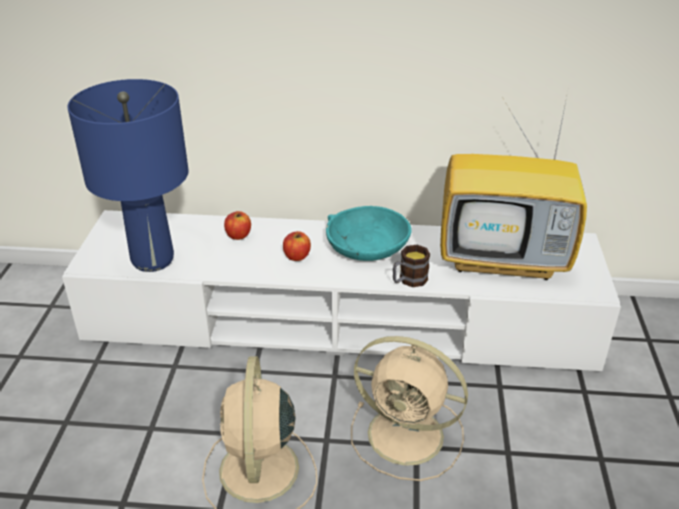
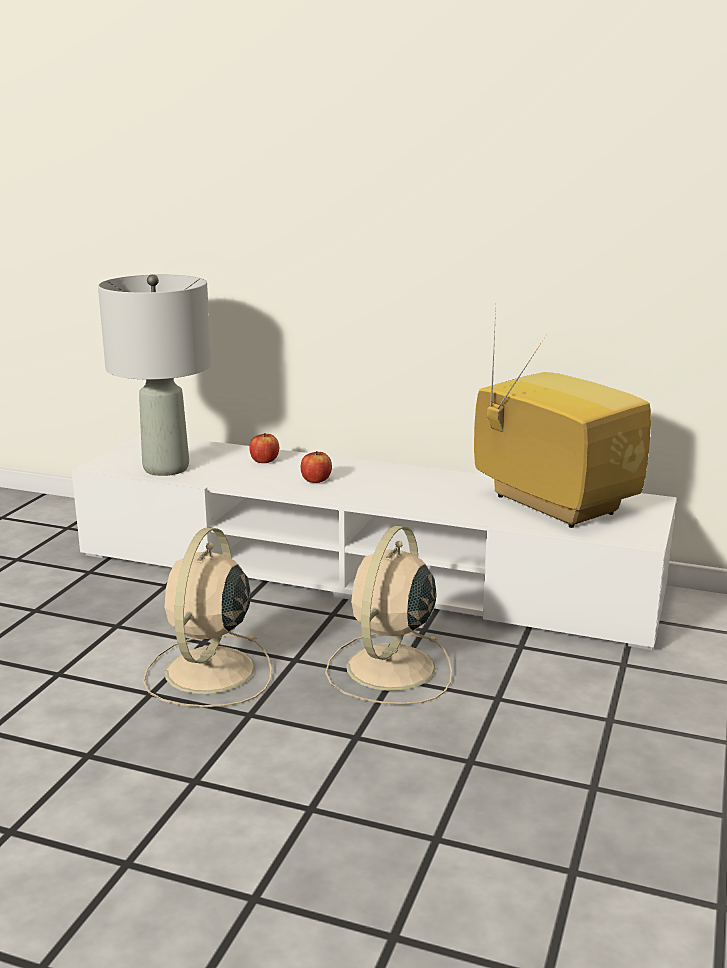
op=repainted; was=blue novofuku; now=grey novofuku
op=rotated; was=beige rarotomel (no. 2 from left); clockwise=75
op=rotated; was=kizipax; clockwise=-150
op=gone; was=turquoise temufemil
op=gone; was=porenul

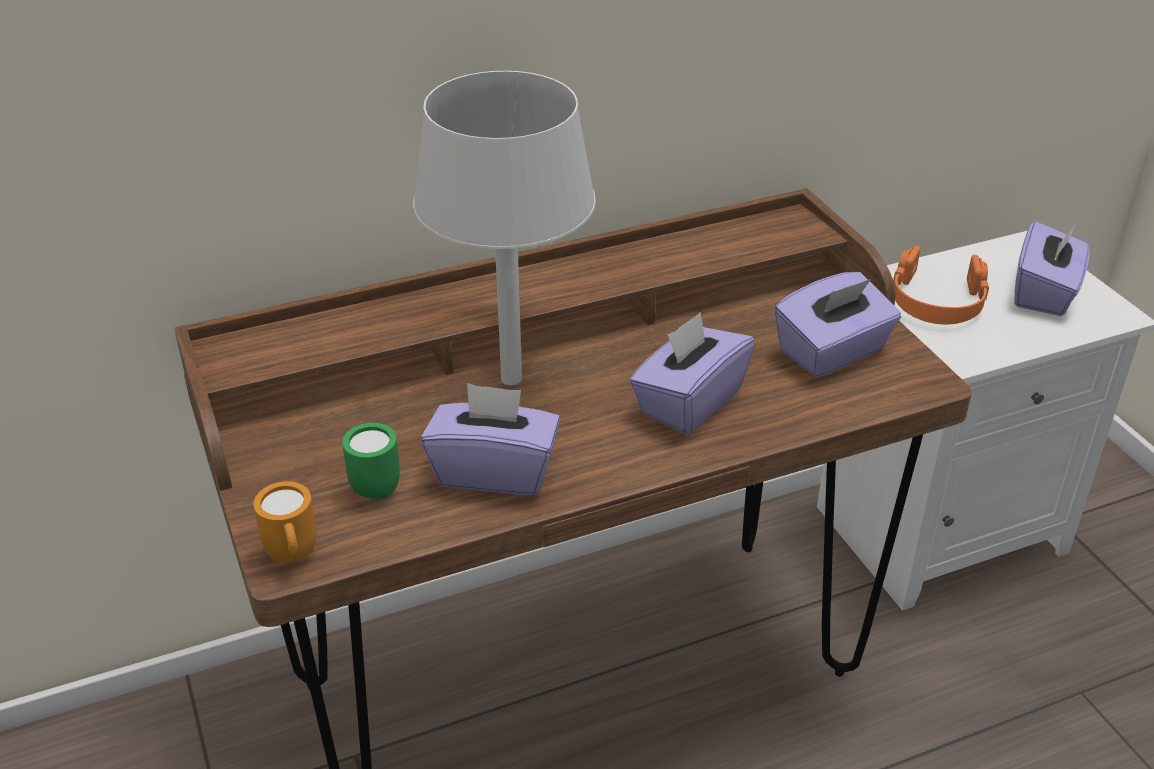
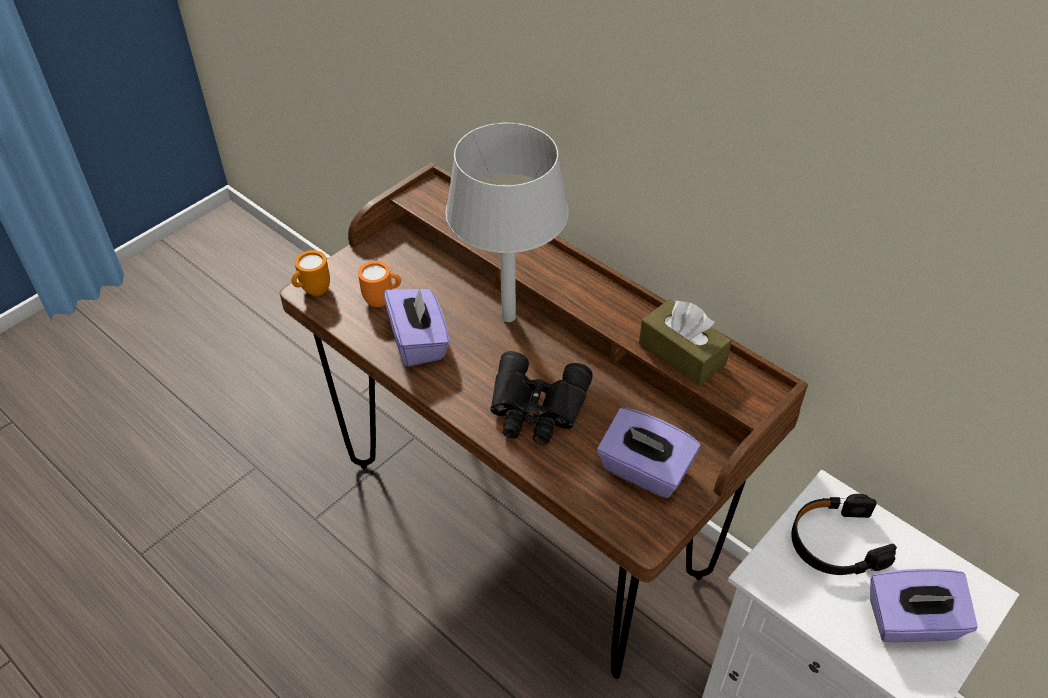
op=repainted; was=green porenul; now=orange porenul (no. 2 from left)
op=swapped; was=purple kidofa (no. 2 from left); now=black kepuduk
op=new; now=brown kidofa
op=repainted; was=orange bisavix; now=black bisavix

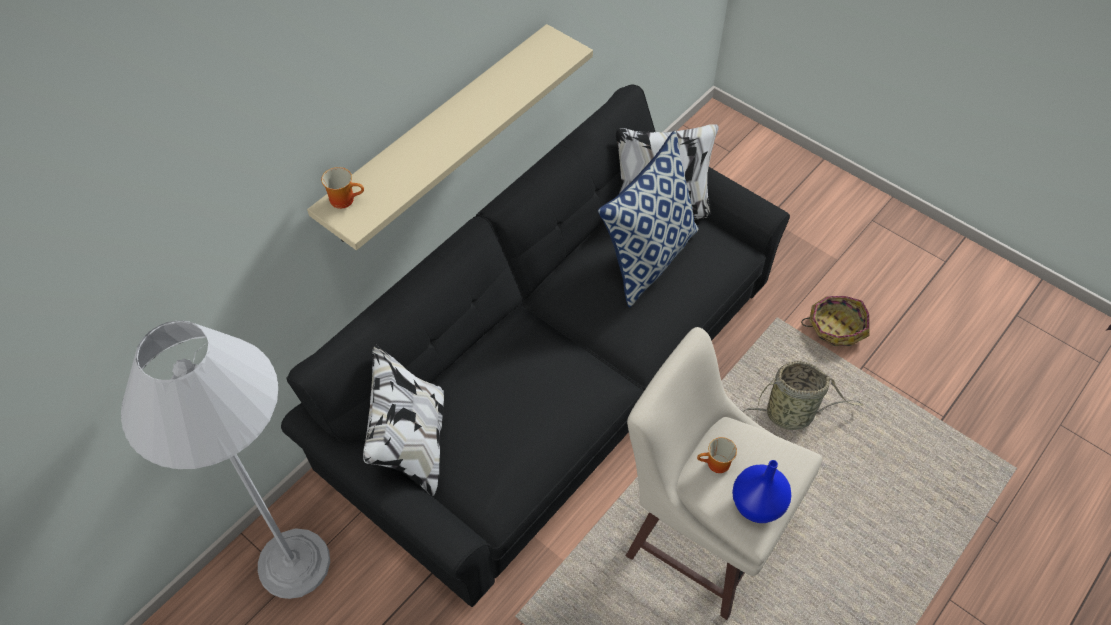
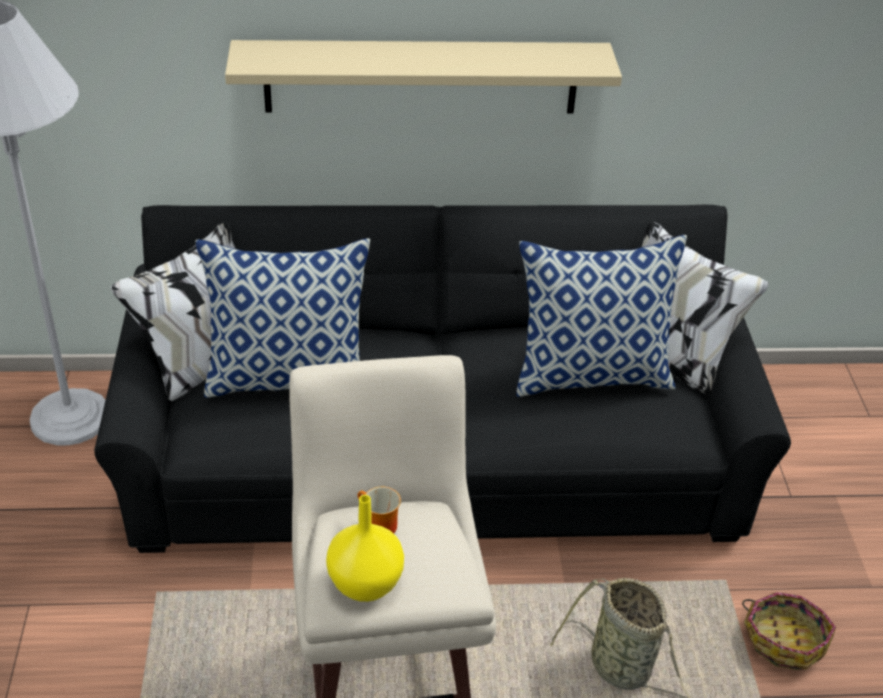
op=new; now=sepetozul (no. 1 from left)
op=repainted; was=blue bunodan; now=yellow bunodan
op=gone; was=porenul (no. 1 from left)

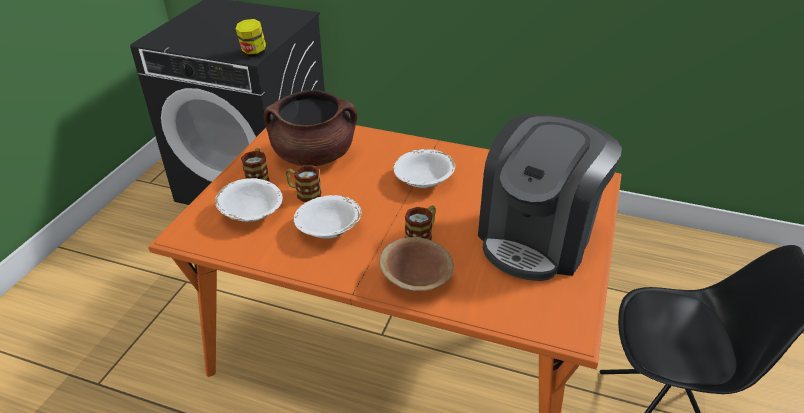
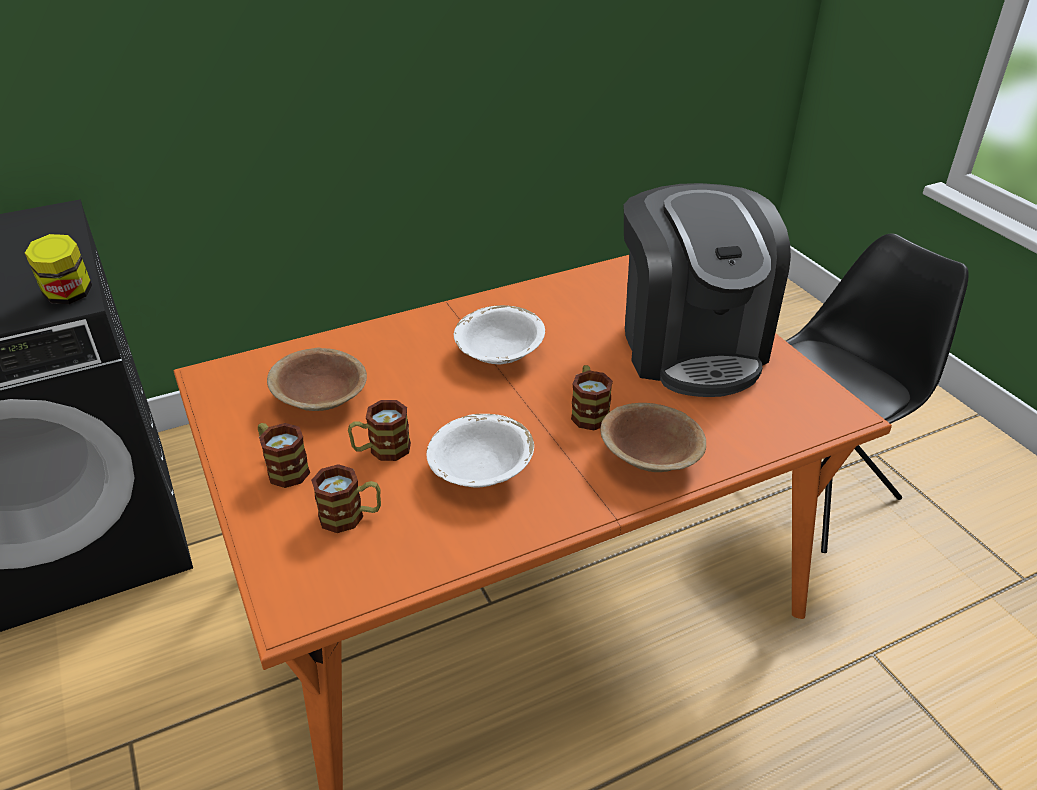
op=swapped; was=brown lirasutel; now=brown temufemil (no. 1 from left)
op=swapped; was=white temufemil (no. 1 from left); now=porenul (no. 2 from left)

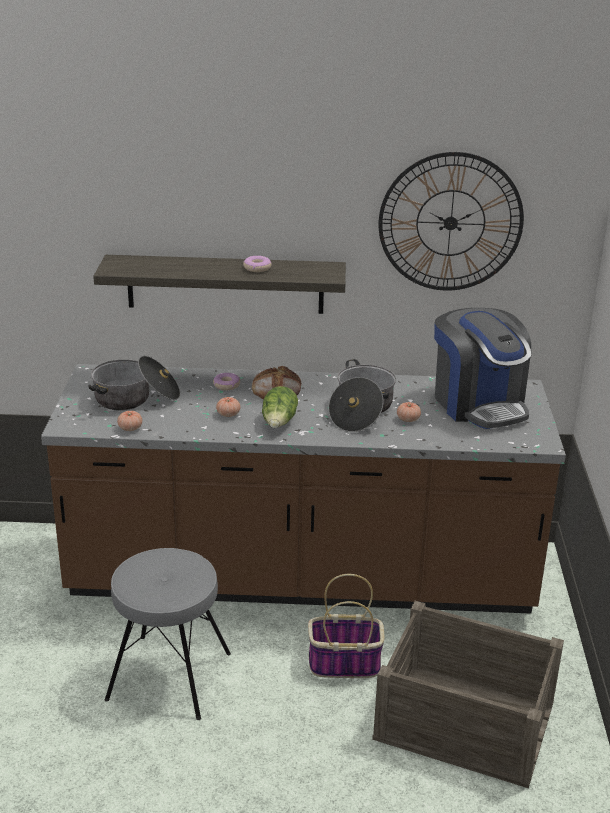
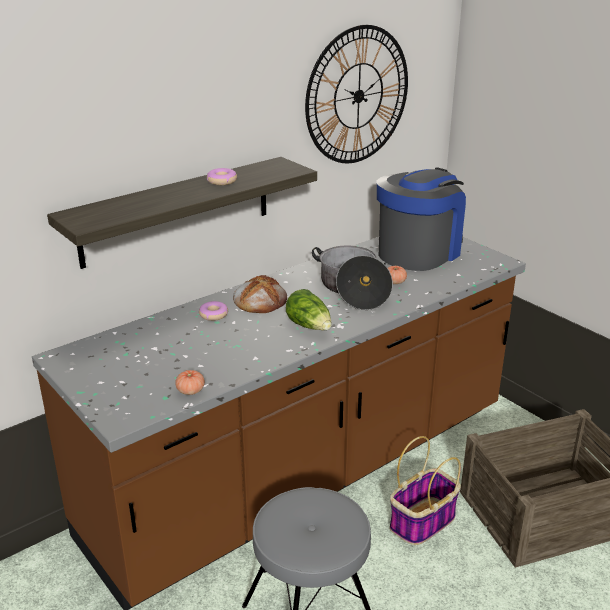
op=rotated; was=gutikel; clockwise=-75
op=gone; was=lirasutel (no. 1 from left)
op=gone; was=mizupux (no. 2 from left)

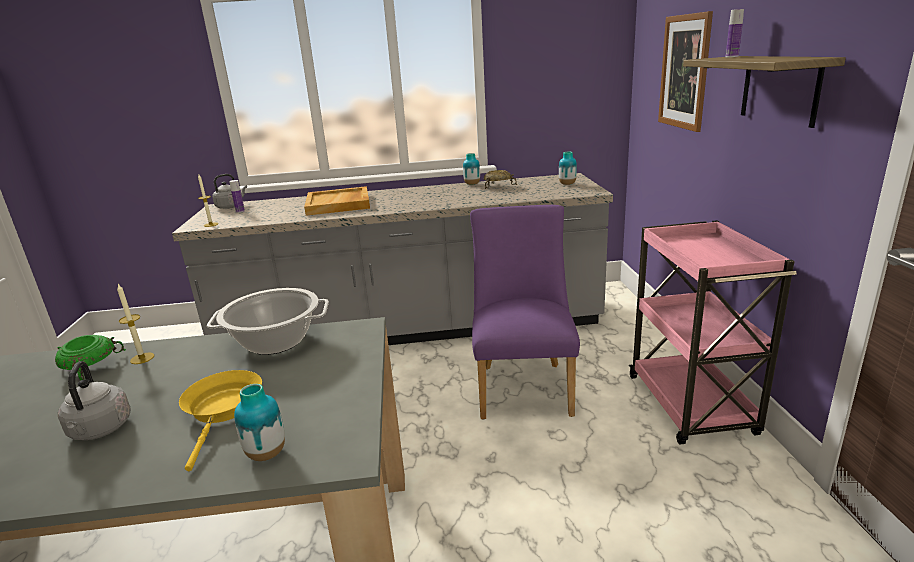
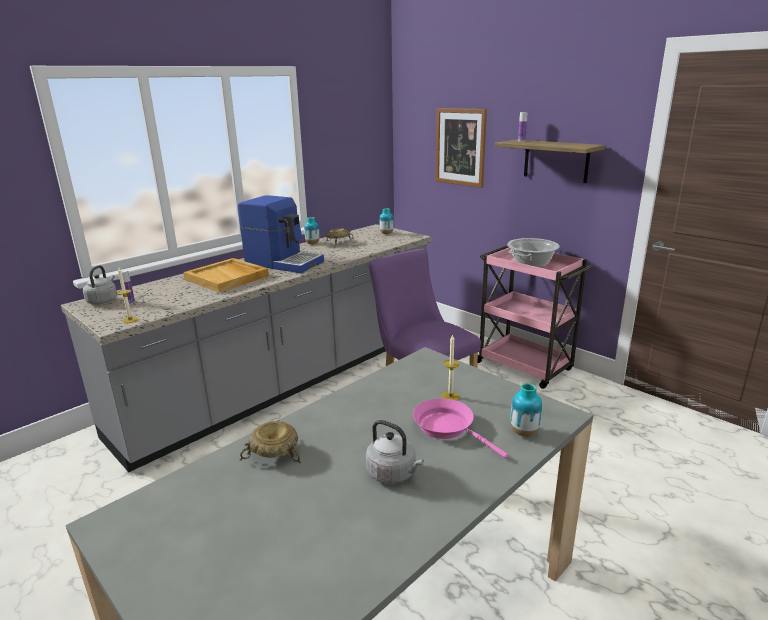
op=new; now=gutikel
op=repainted; was=green temufemil; now=beige temufemil (no. 1 from left)
op=repainted; was=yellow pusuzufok; now=pink pusuzufok
op=shifted; was=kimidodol (no. 1 from left in the first image); now=kimidodol (no. 2 from left)
op=shifted; was=lirasutel

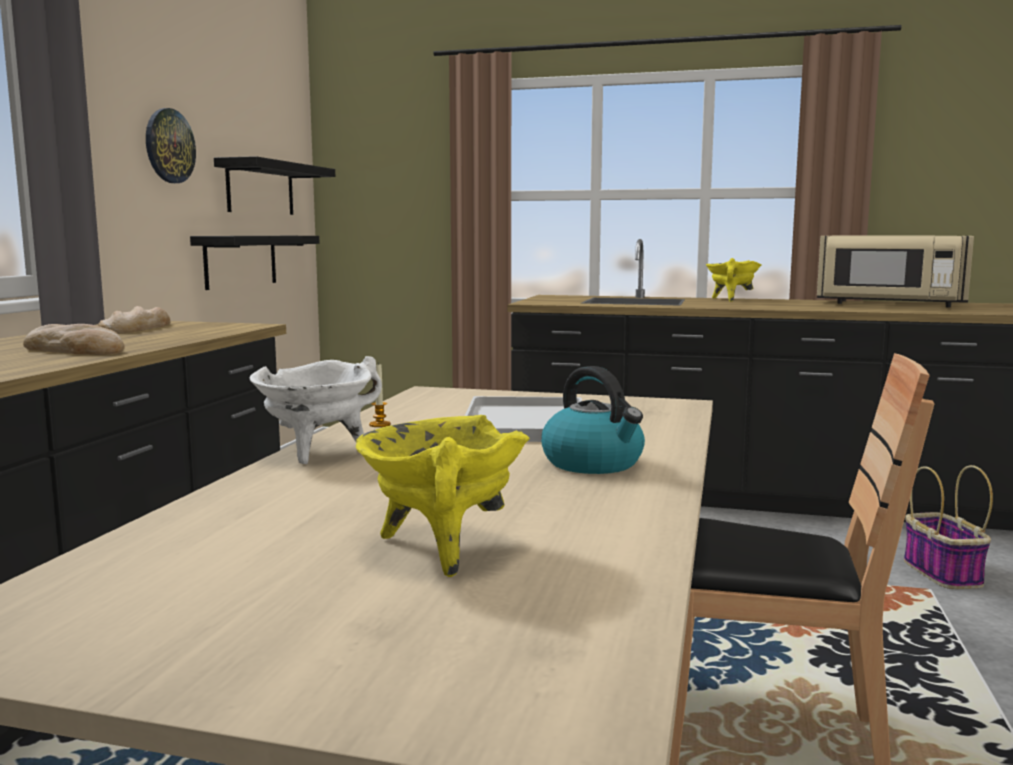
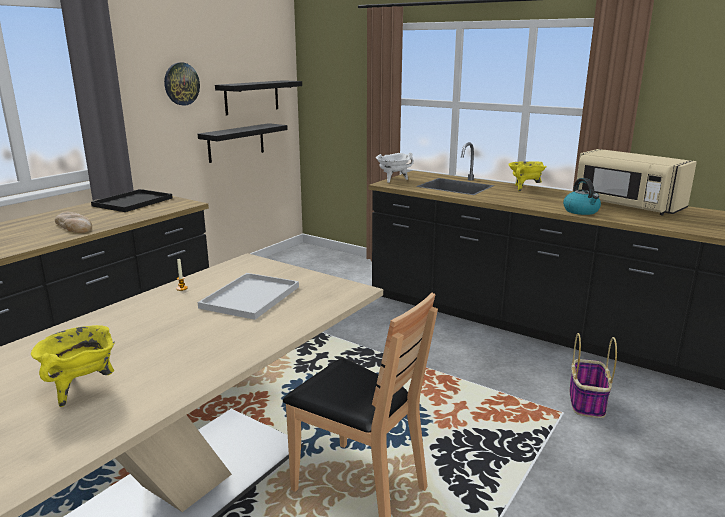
op=swapped; was=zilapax (no. 2 from left); now=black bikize
op=shifted; was=white lirasutel
op=shifted; was=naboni

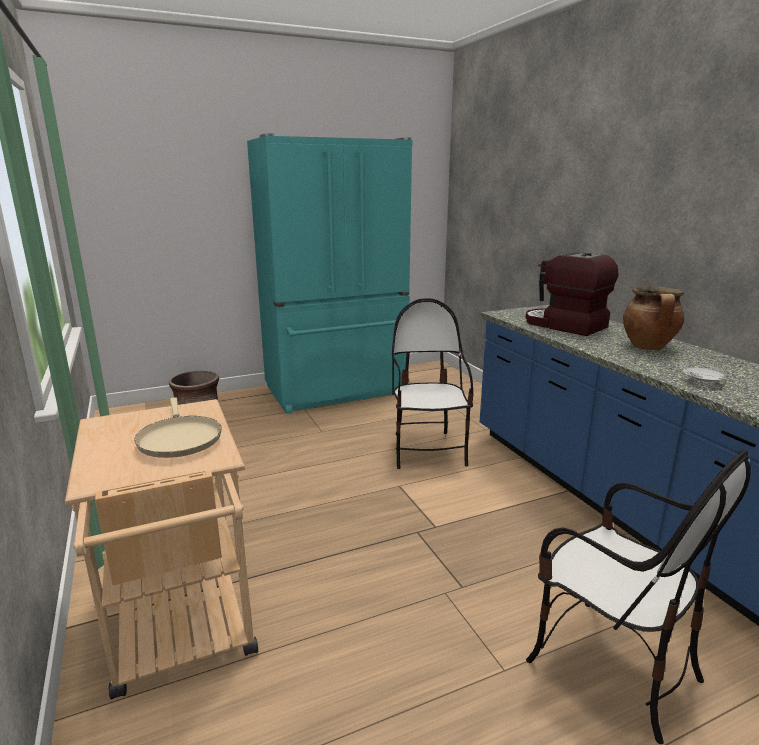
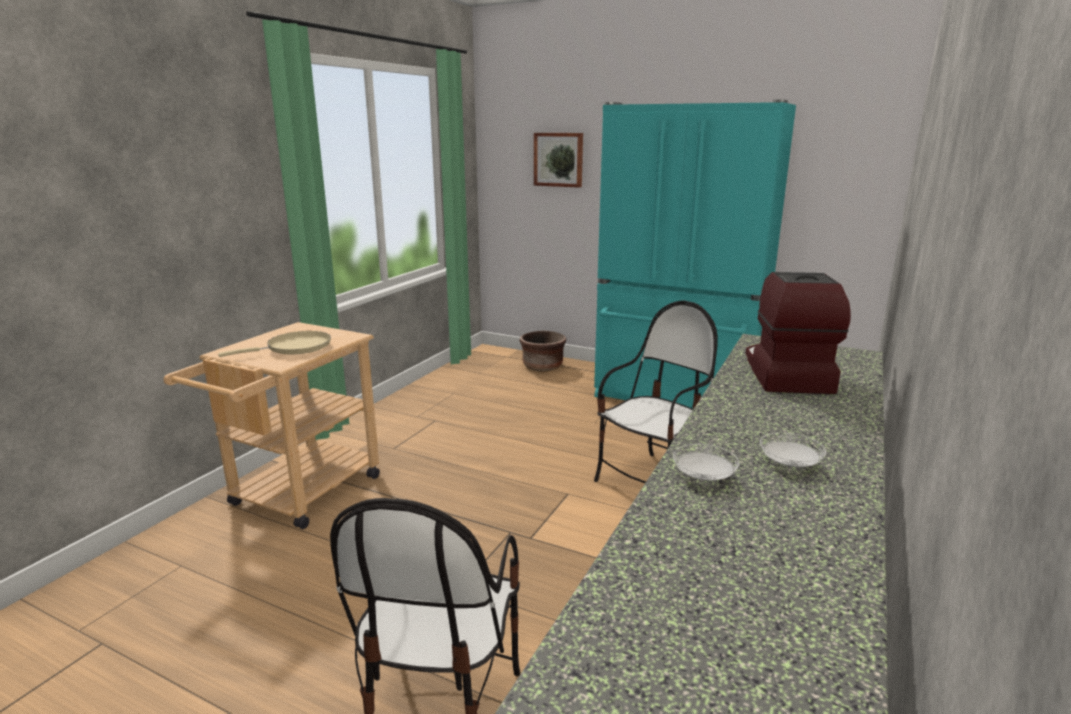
op=rotated; was=beige pusuzufok; clockwise=-150
op=new; now=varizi
op=new; now=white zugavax (no. 2 from left)
op=gone; was=lirasutel

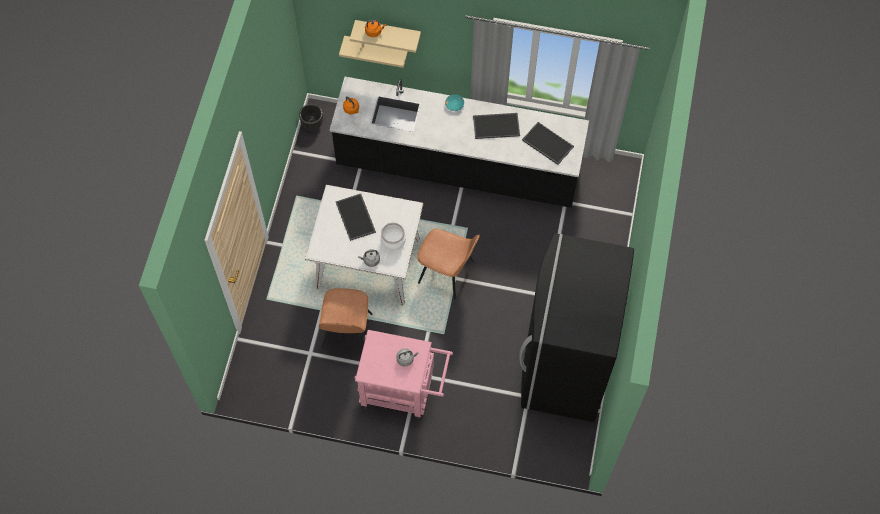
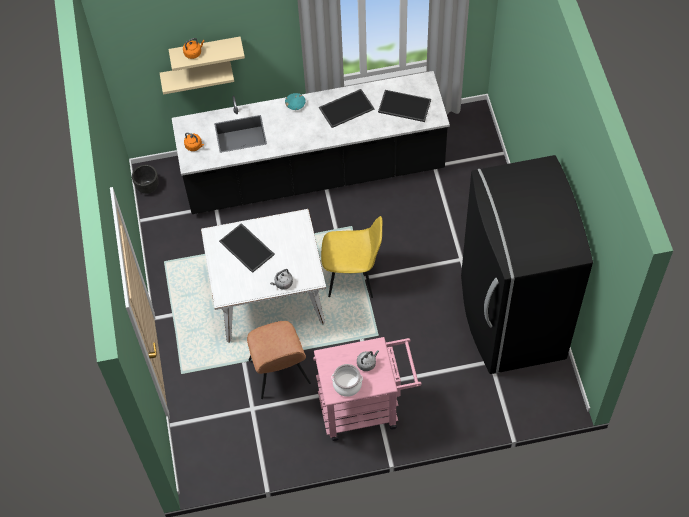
op=repainted; was=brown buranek (no. 2 from left); now=yellow buranek
op=shifted; was=lirasutel

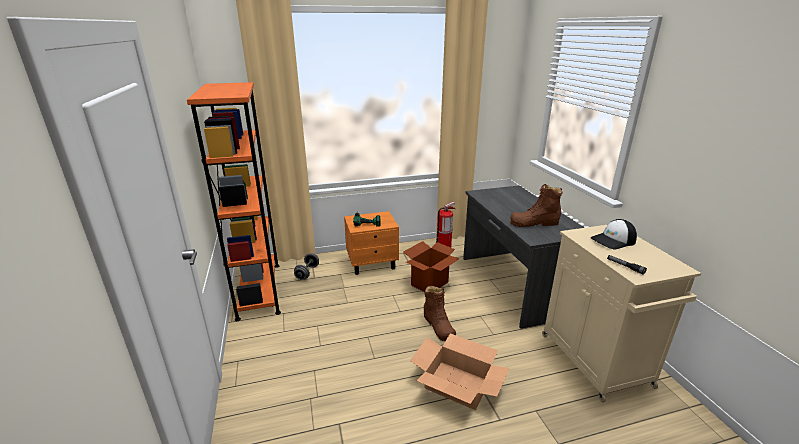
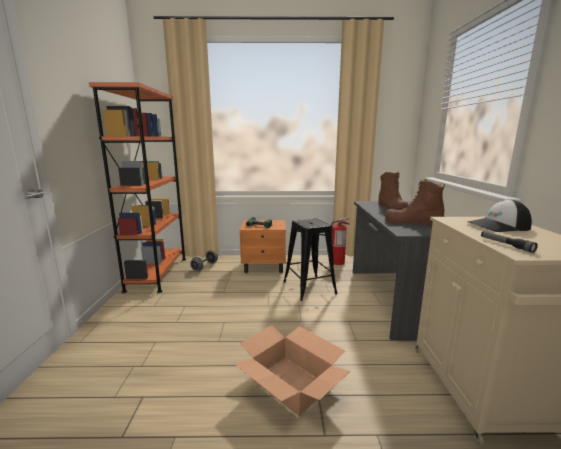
op=swapped; was=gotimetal (no. 1 from left); now=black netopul
op=shifted; was=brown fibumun (no. 1 from left)

